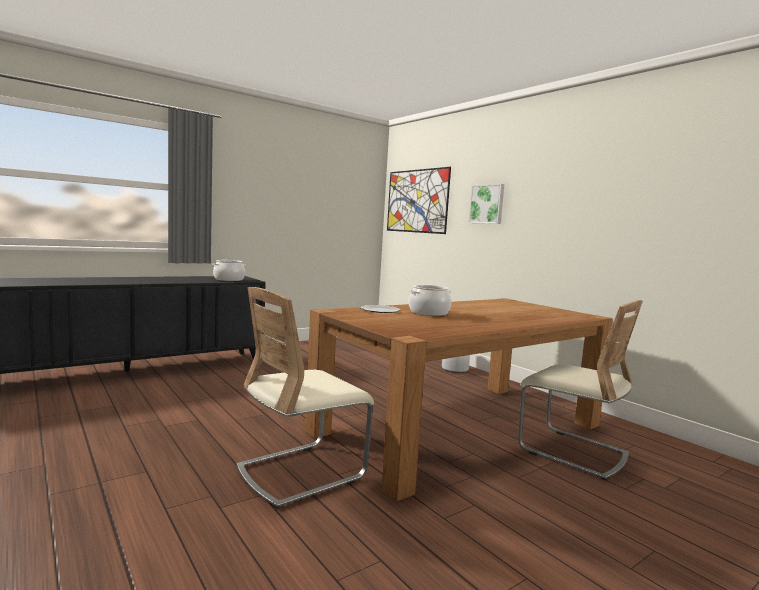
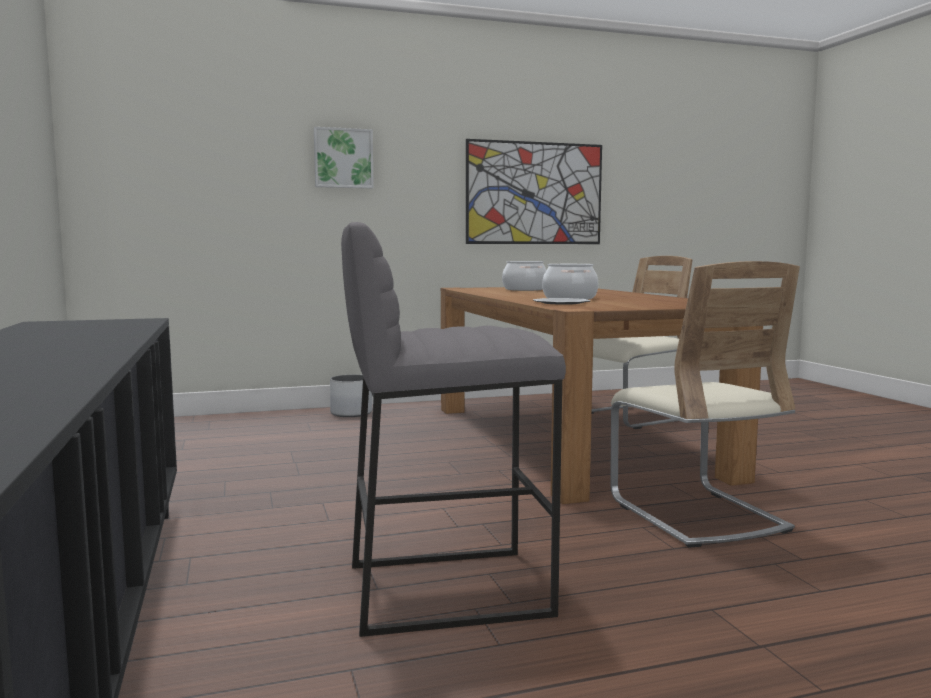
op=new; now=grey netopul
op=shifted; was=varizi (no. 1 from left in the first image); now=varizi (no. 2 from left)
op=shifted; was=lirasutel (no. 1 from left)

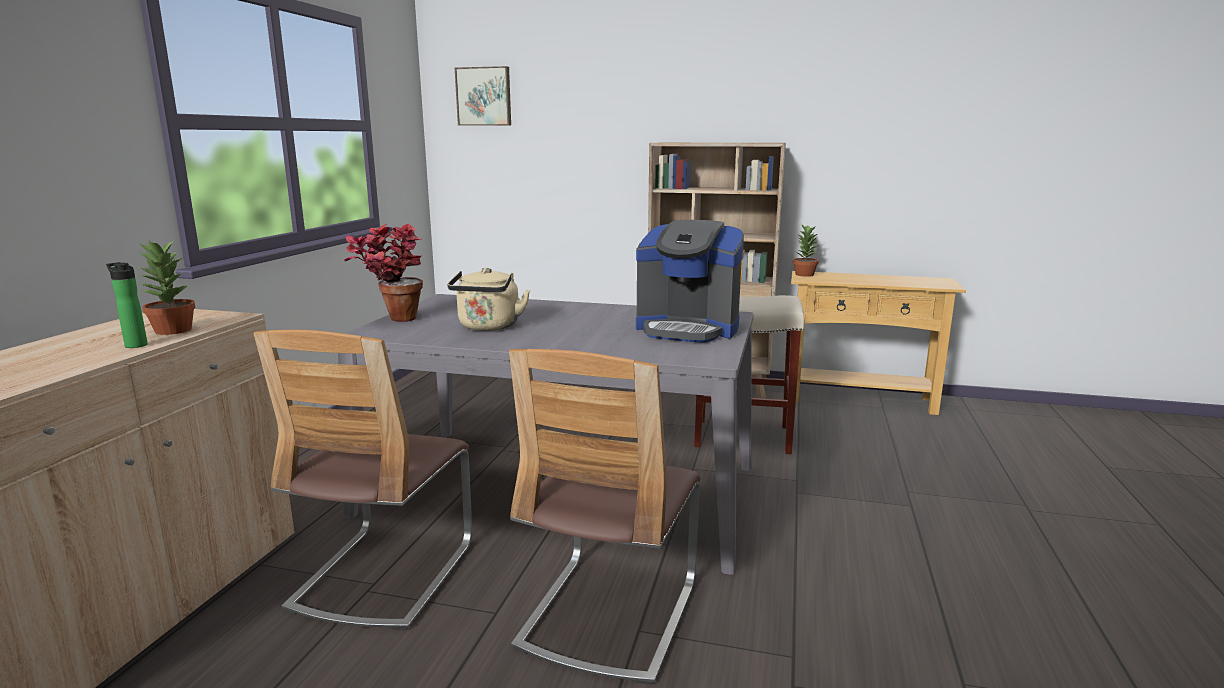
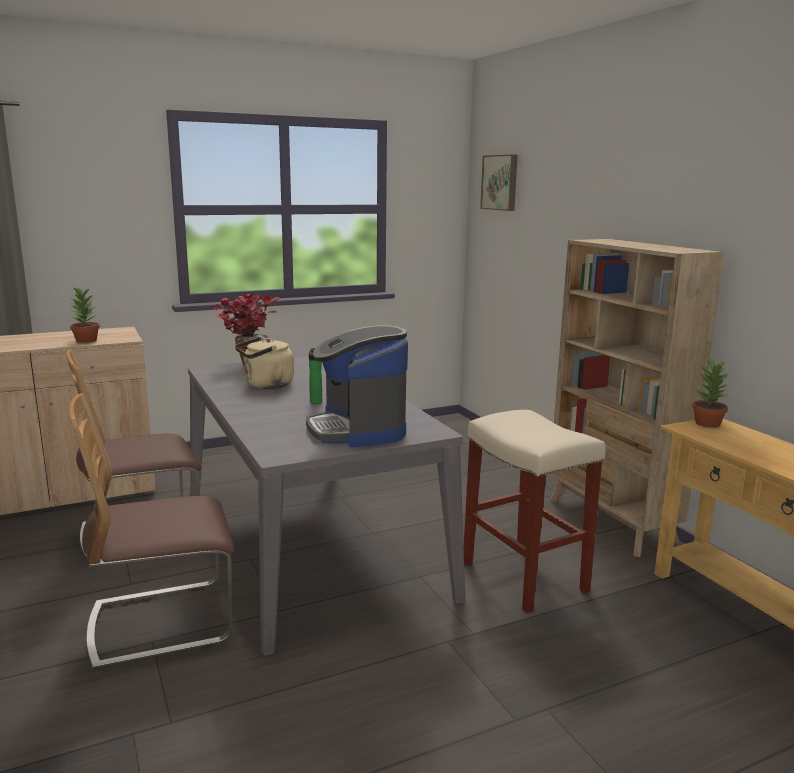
op=shifted; was=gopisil

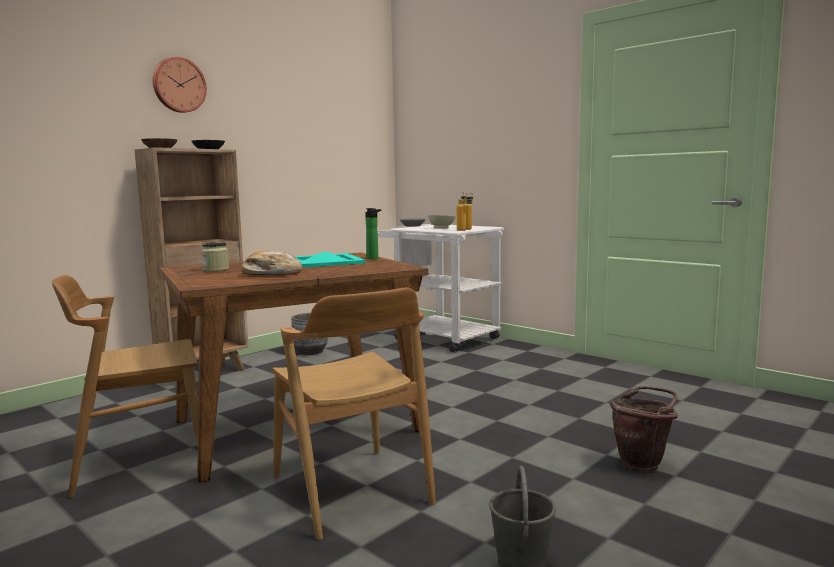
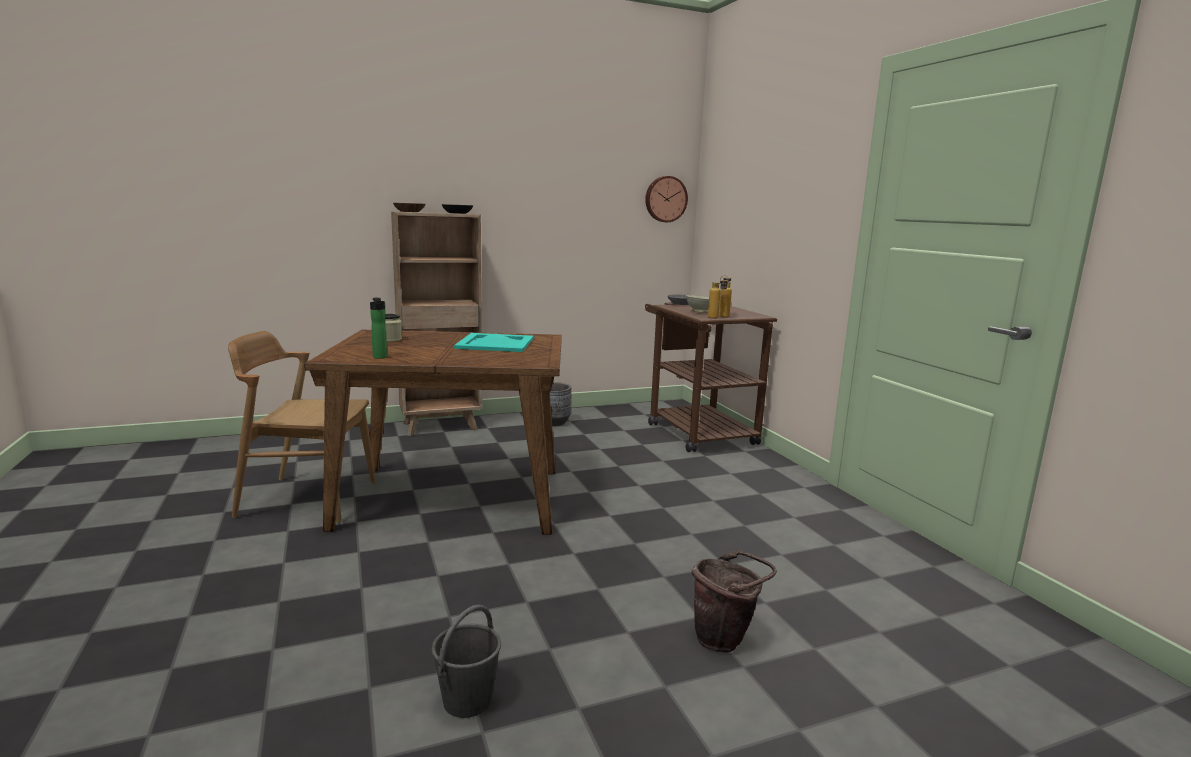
op=shifted; was=gopisil (no. 1 from left)
op=shifted; was=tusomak
op=repainted; was=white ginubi; now=brown ginubi
op=gone; was=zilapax
op=gone; was=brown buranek (no. 2 from left)

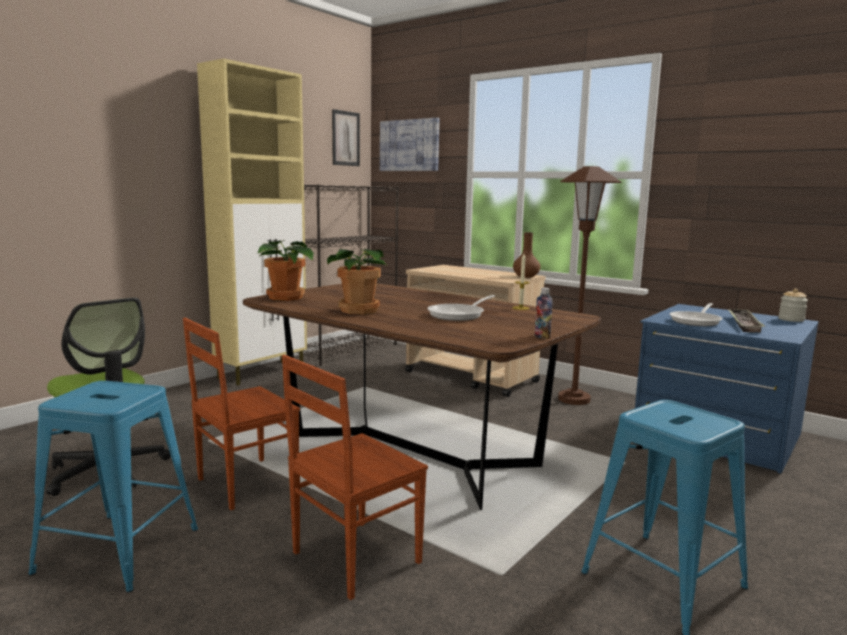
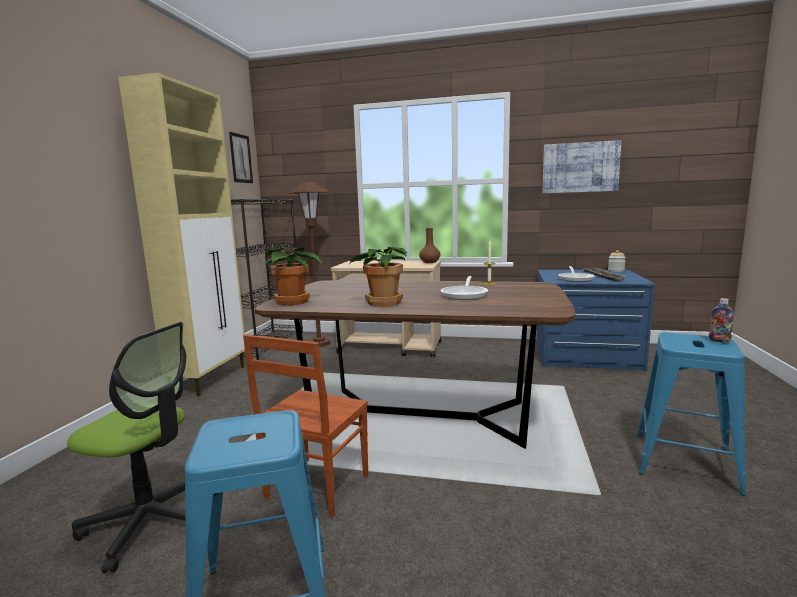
op=shifted; was=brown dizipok
op=shifted; was=varizi (no. 2 from left)
op=shifted; was=gopisil
op=gone; was=brown buranek (no. 2 from left)

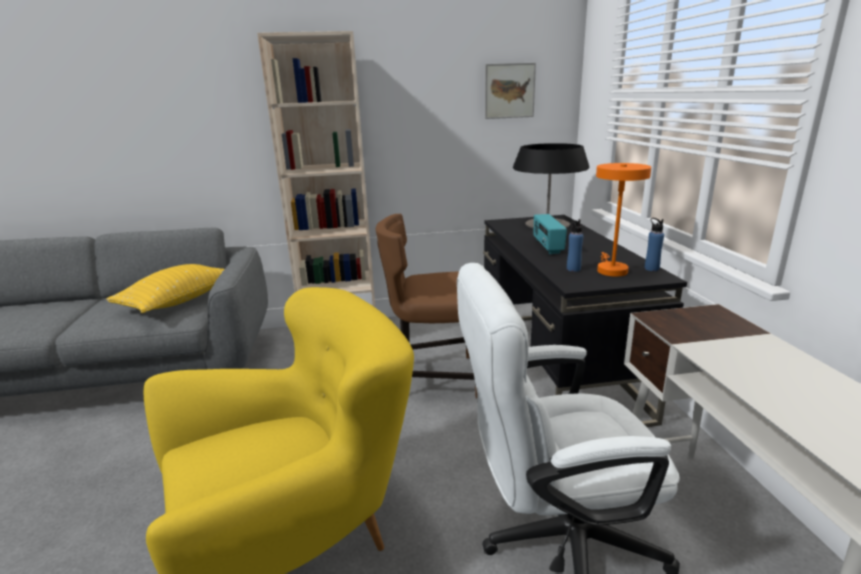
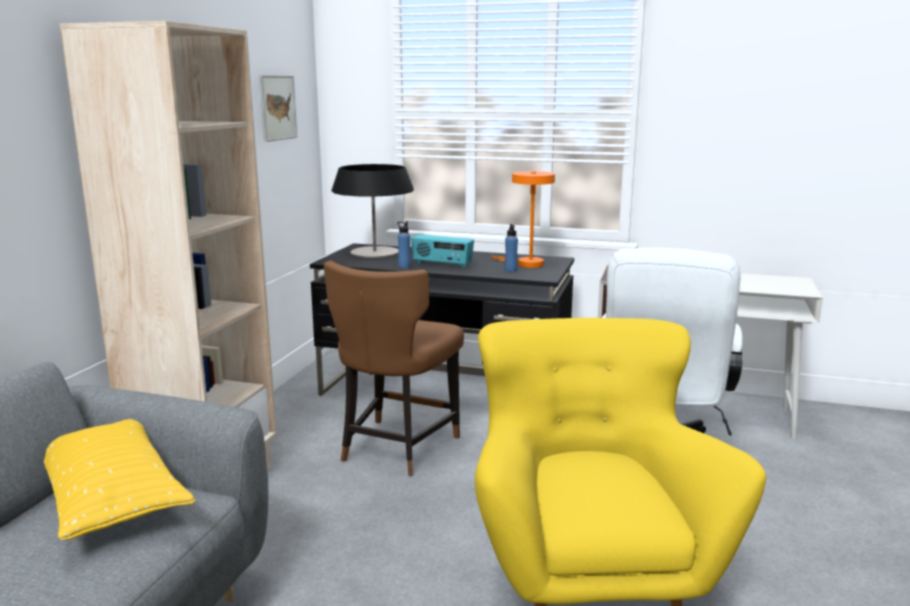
op=shifted; was=blue gopisil (no. 2 from left in the first image); now=blue gopisil (no. 1 from left)

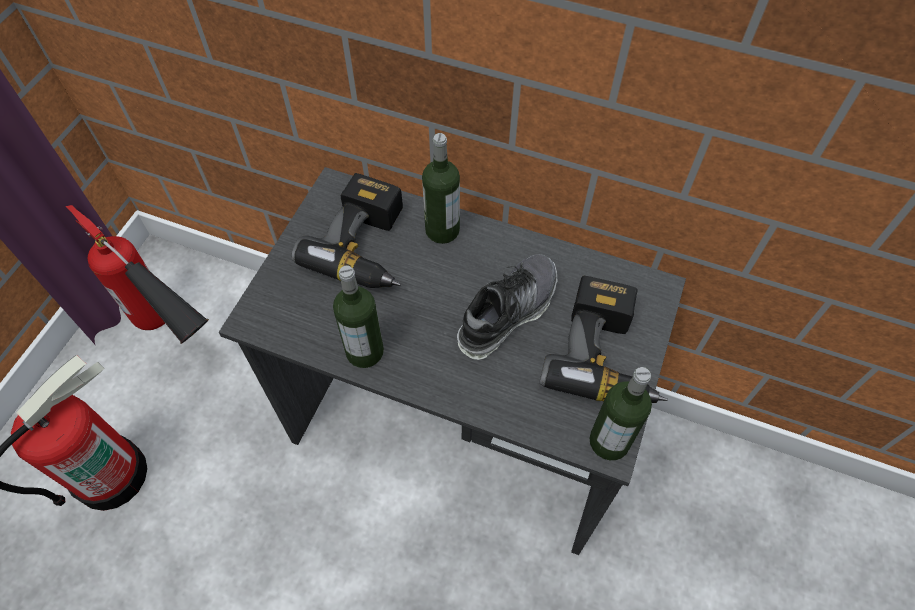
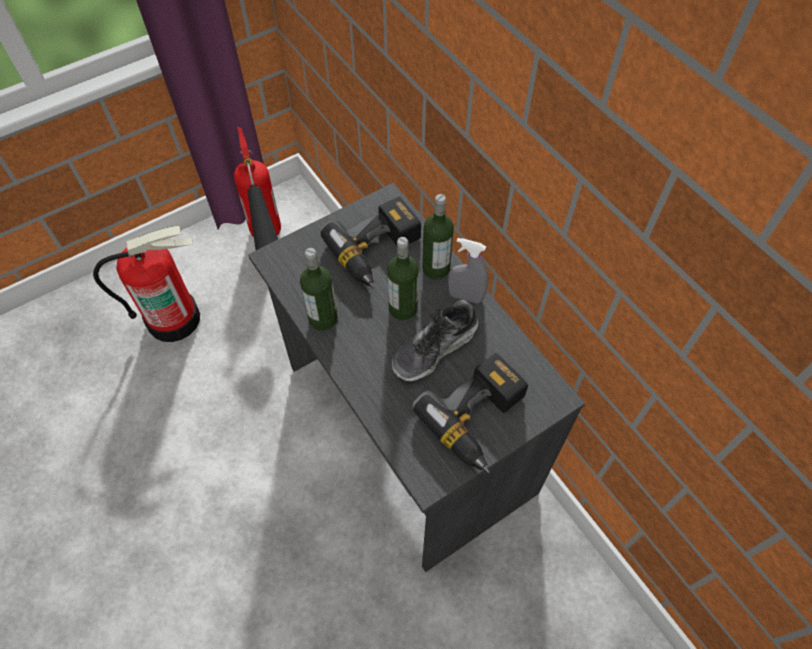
op=shifted; was=gopisil (no. 3 from left in the first image); now=gopisil (no. 2 from left)
op=rotated; was=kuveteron; clockwise=150
op=new; now=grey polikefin

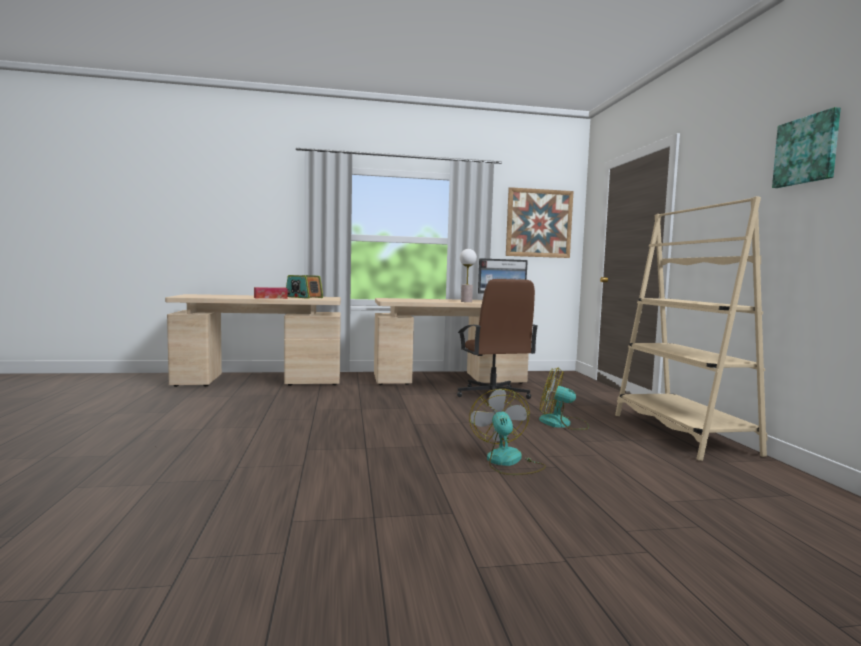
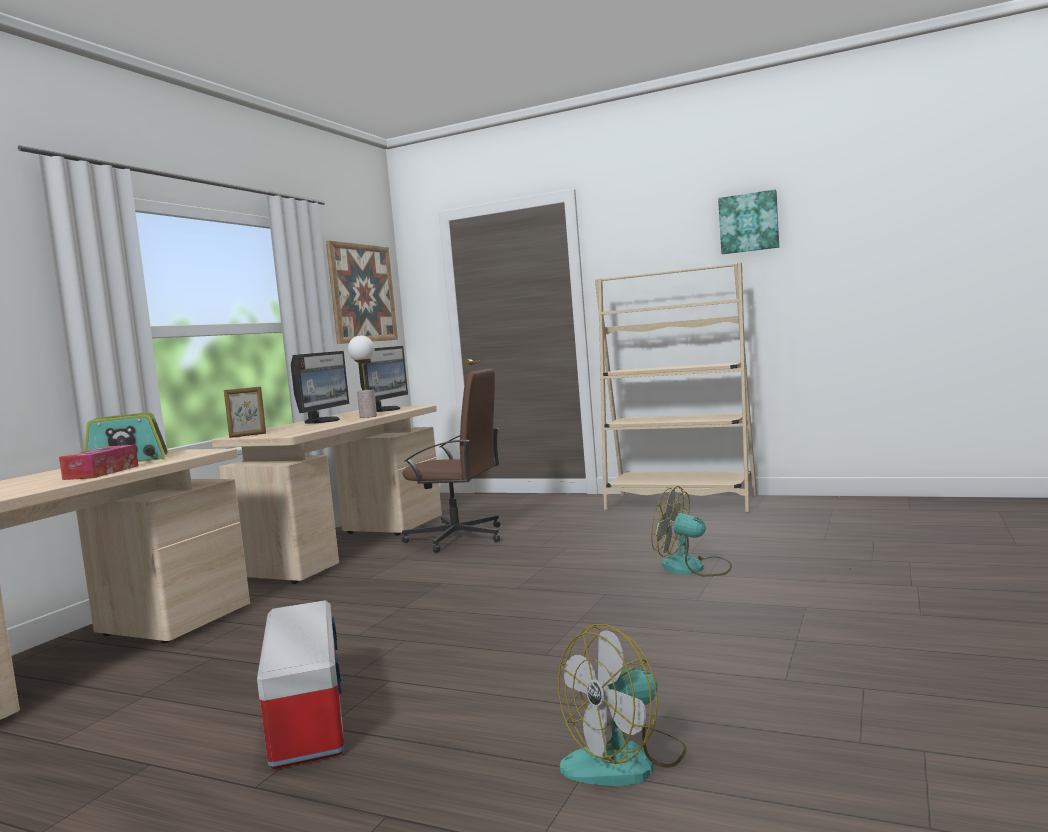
op=new; now=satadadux
op=new; now=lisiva
op=new; now=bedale (no. 1 from left)
op=shifted; was=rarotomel (no. 2 from left in the first image); now=rarotomel (no. 1 from left)

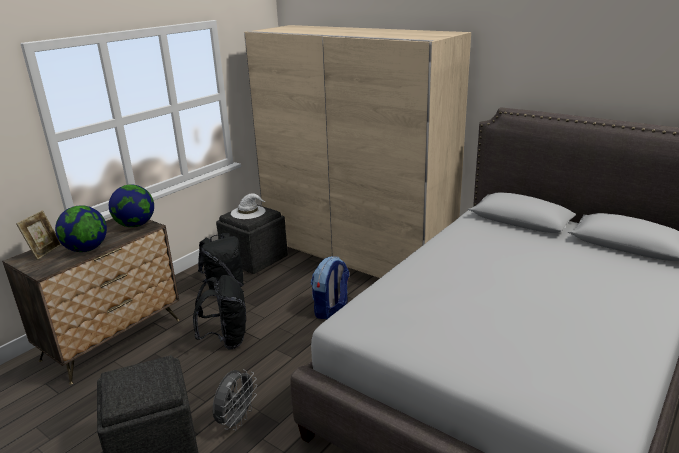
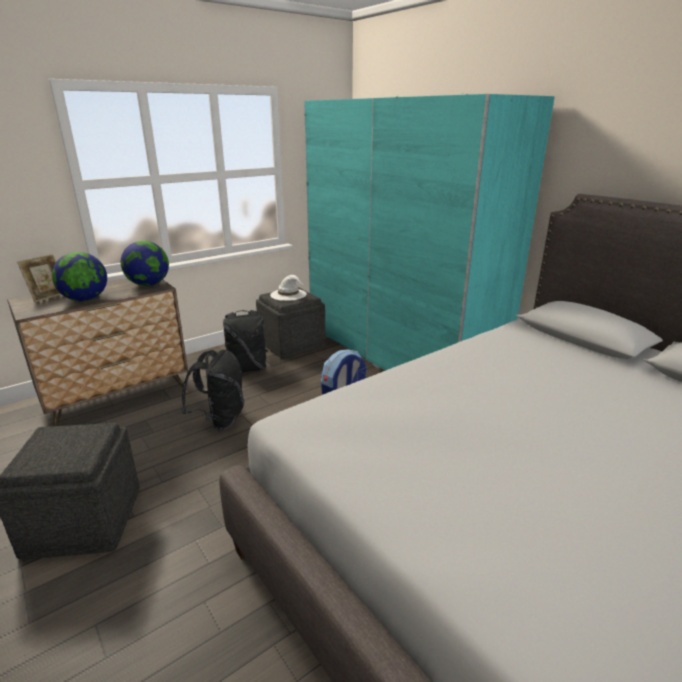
op=repainted; was=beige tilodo; now=turquoise tilodo
op=gone; was=grey rarotomel

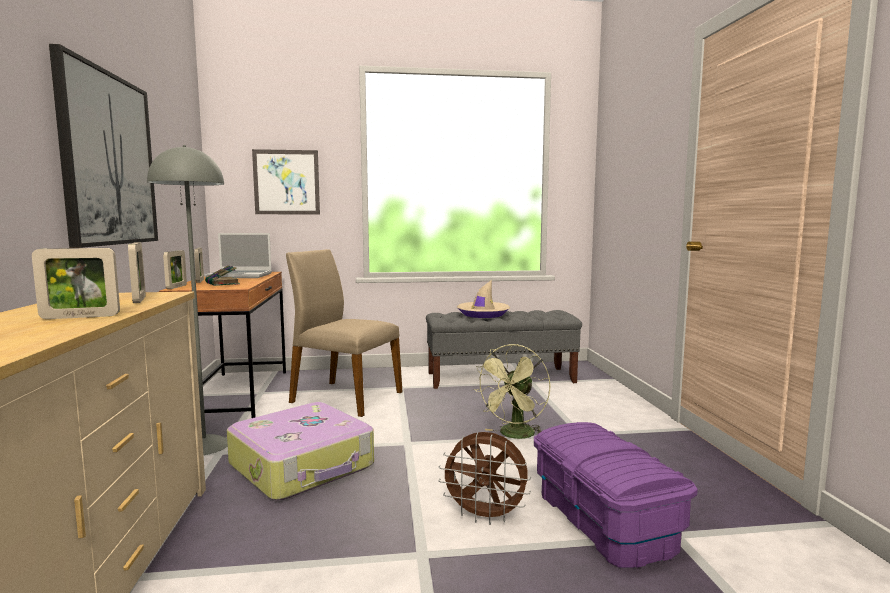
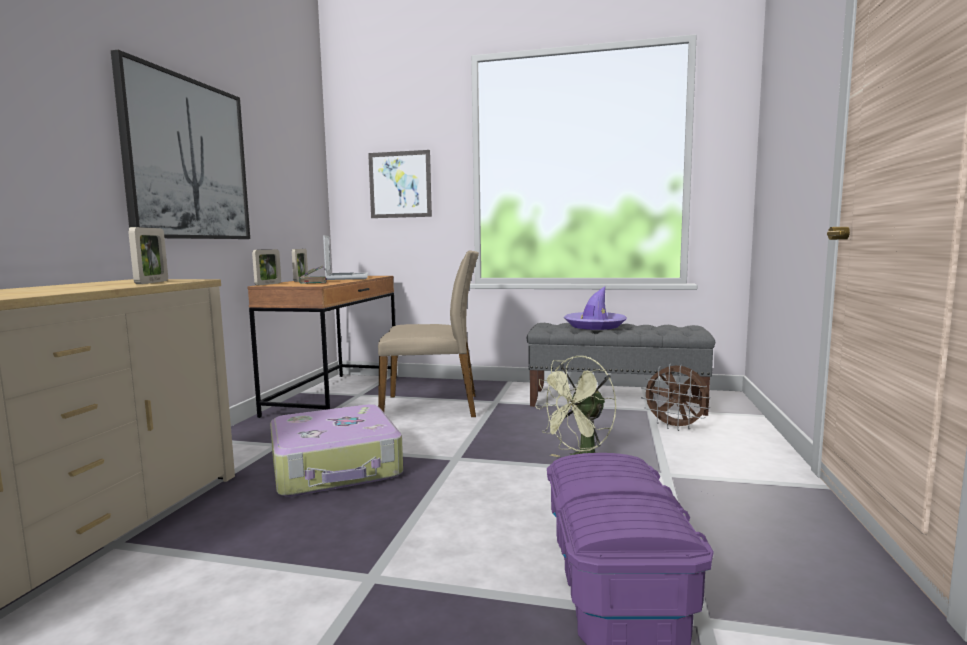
op=rotated; was=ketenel; clockwise=-120
op=rotated; was=beige buranek; clockwise=135
op=repainted; was=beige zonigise; now=purple zonigise
op=shifted; was=brown rarotomel
op=gone; was=satadadux (no. 1 from left)
op=gone; was=grey dizipok

